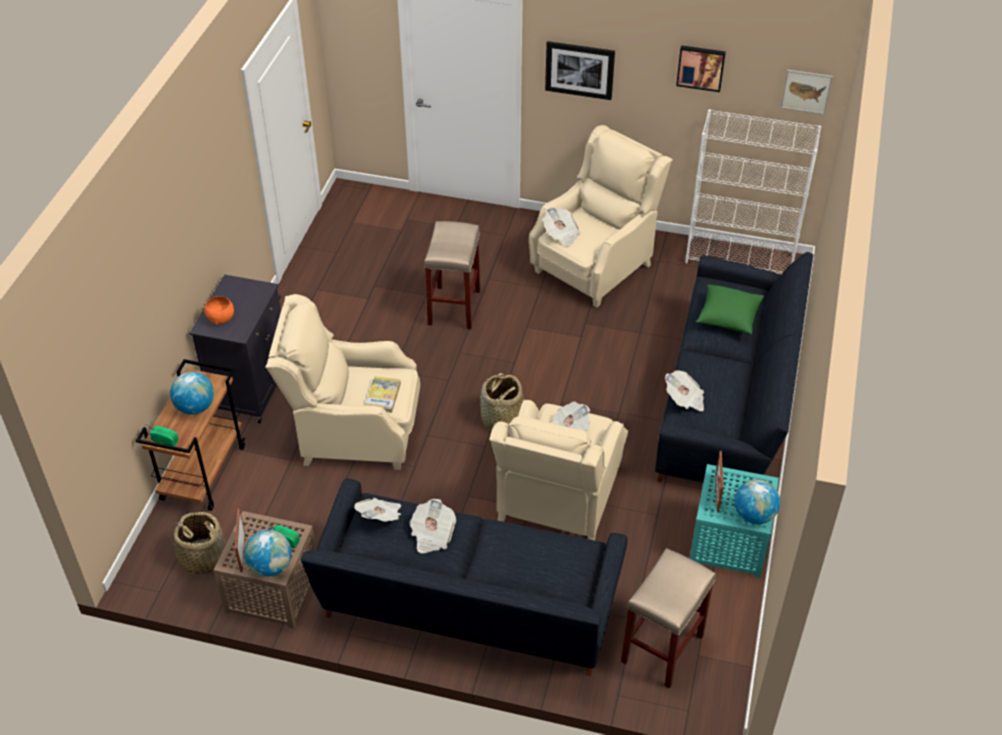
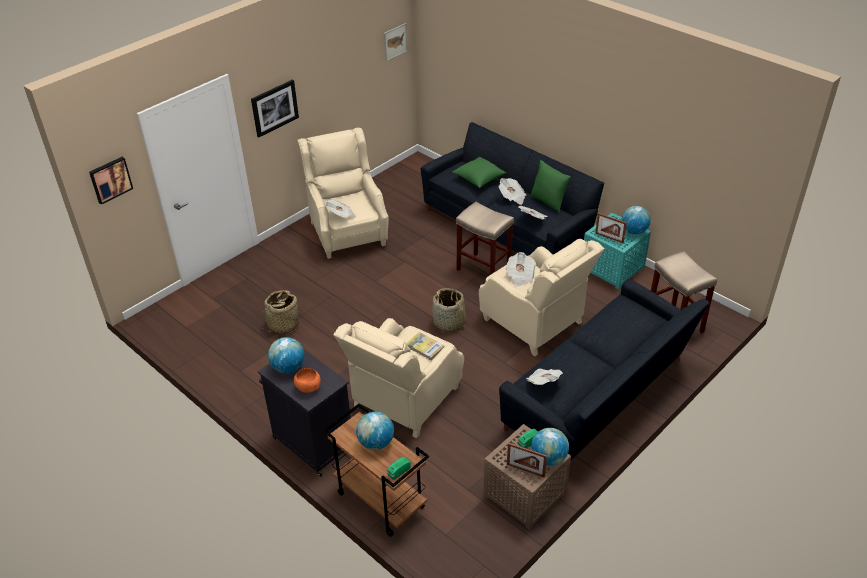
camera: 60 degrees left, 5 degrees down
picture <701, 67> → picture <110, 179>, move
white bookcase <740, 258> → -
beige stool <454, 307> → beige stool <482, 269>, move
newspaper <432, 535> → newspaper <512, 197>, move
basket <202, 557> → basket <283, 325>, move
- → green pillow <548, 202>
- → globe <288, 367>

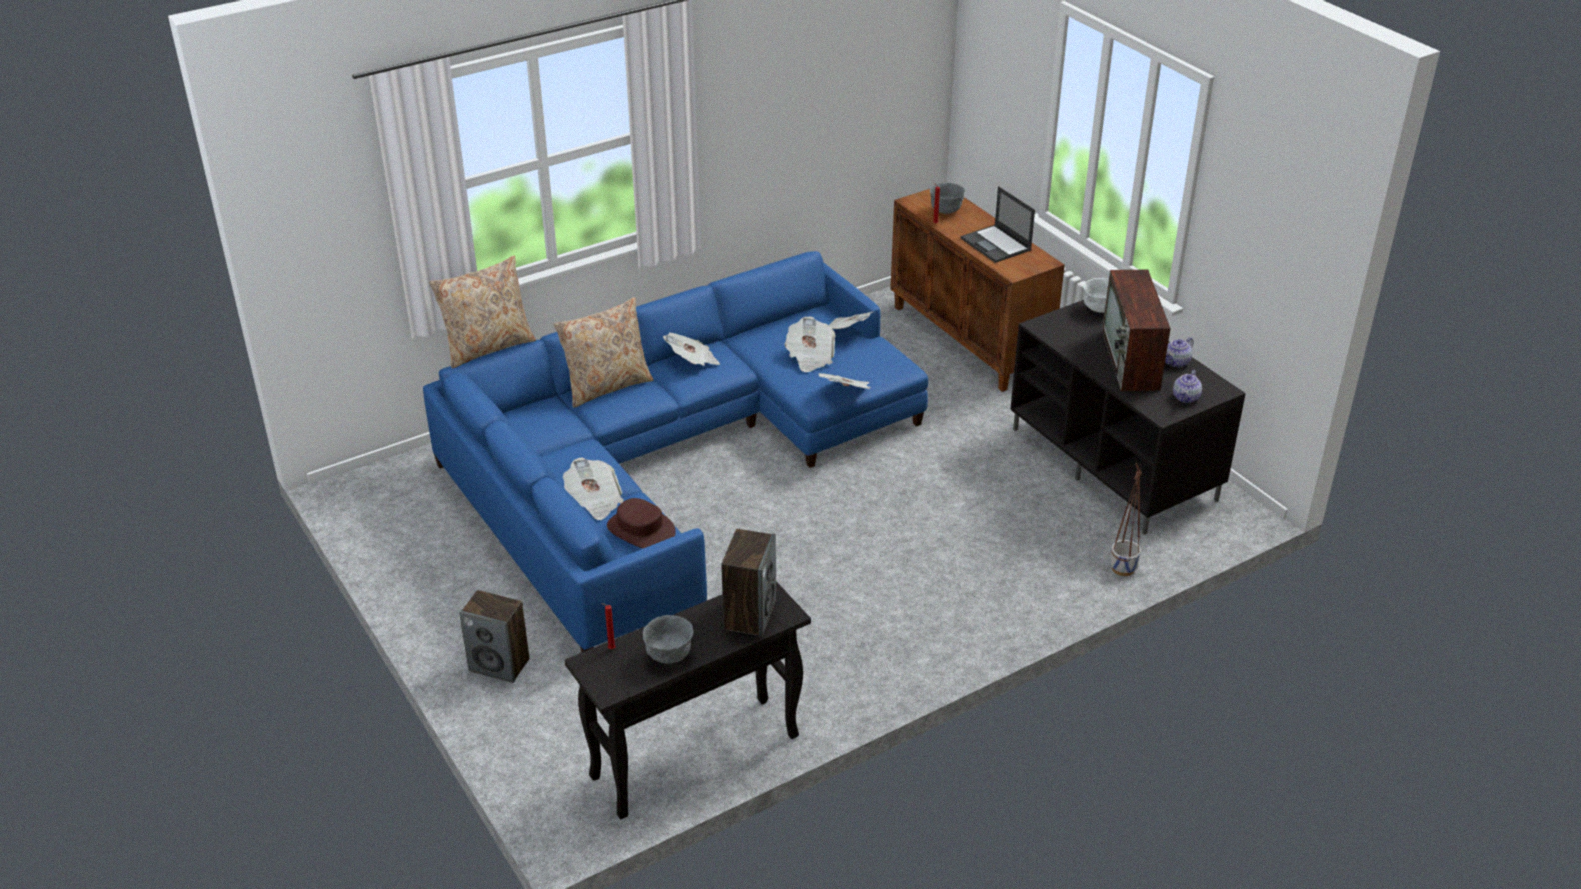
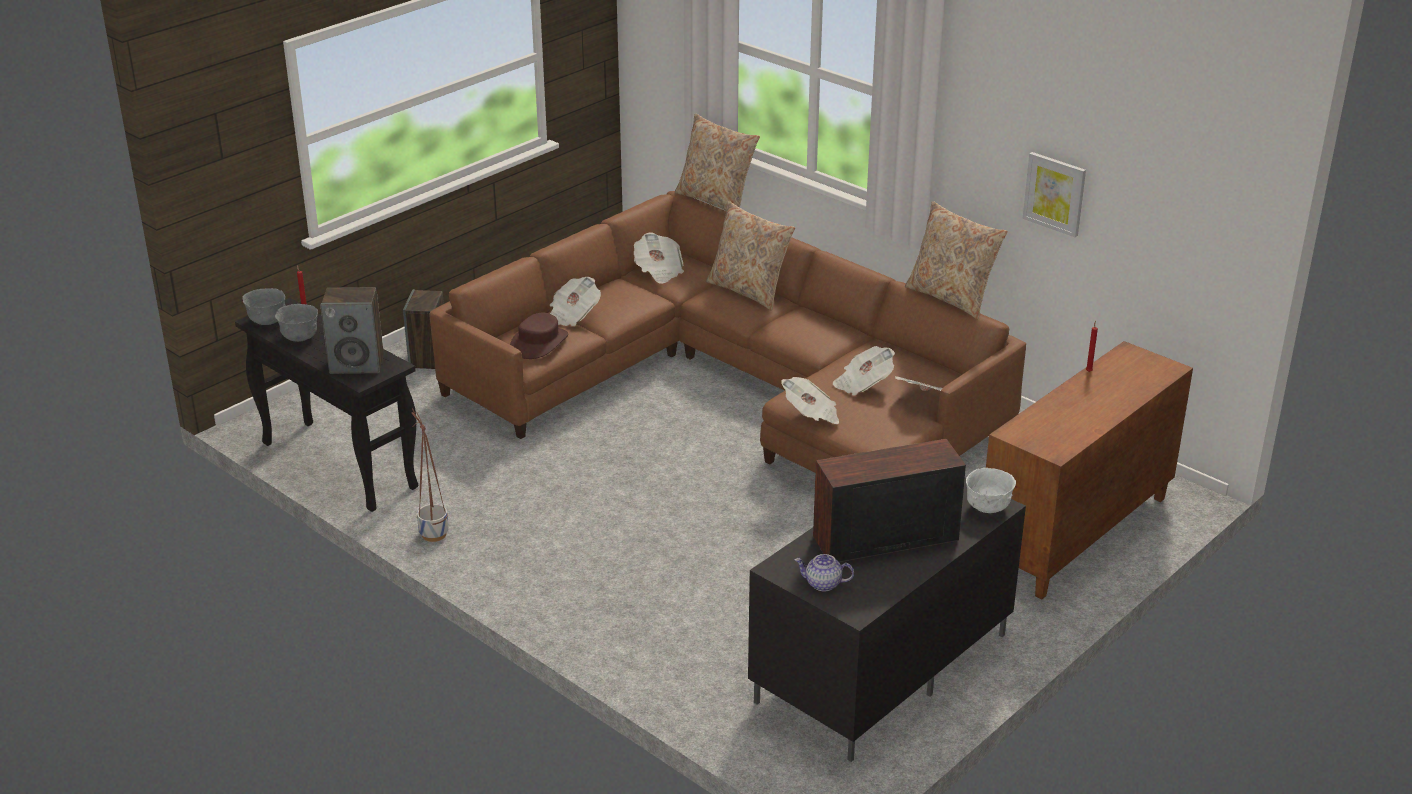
camera: 75 degrees right, 5 degrees down
grey bowl <945, 211> → grey bowl <267, 321>, move
laptop <996, 244> → -
blue sofa <670, 461> → brown sofa <735, 385>
newspaper <692, 361> → newspaper <658, 271>, move
teapot <1176, 362> → -
planter <1123, 568> → planter <433, 534>, move
- → picture <1055, 193>
- → beige pillow <951, 297>

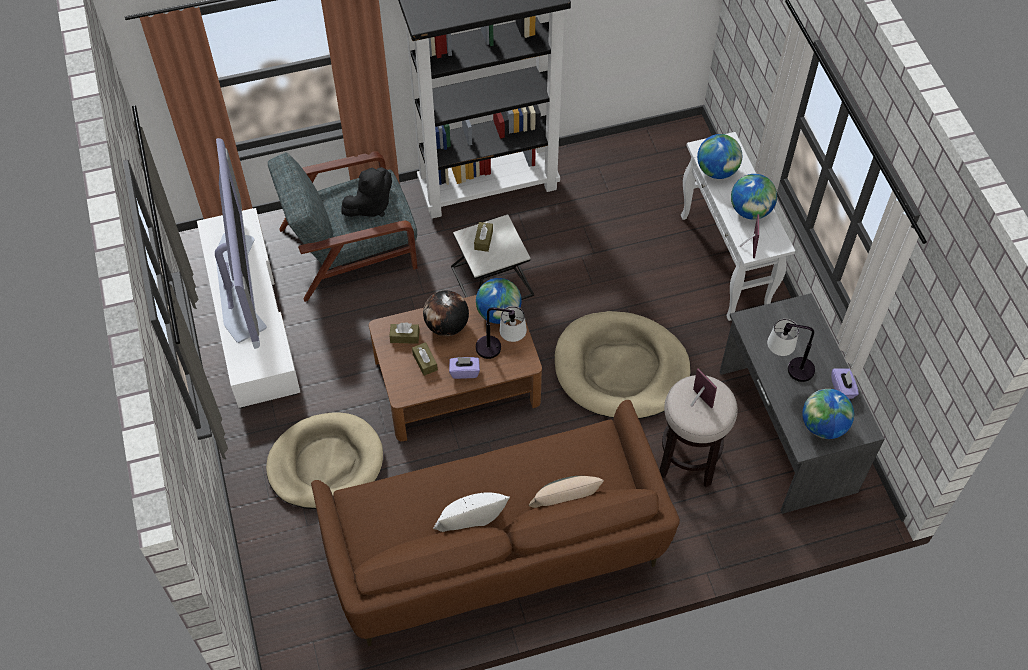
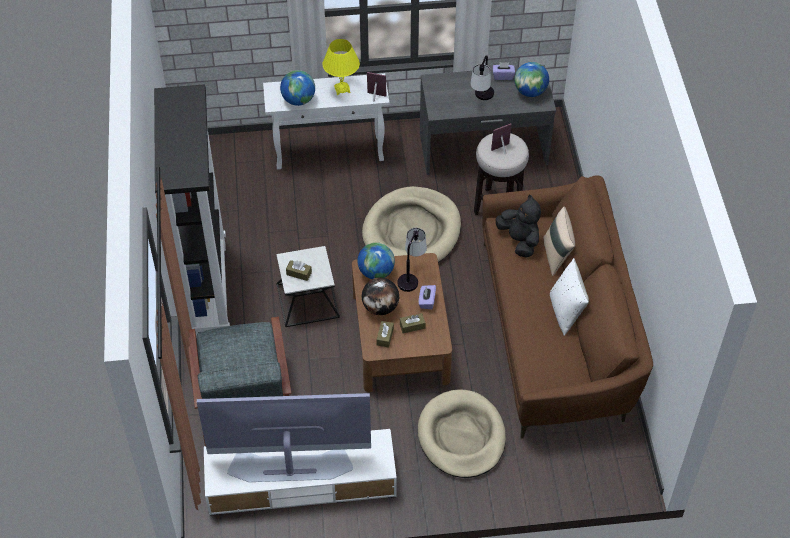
camera: 80 degrees left, 5 degrees down
black plush toy <370, 206> → black plush toy <519, 240>, move
globe <750, 210> → yellow table lamp <342, 89>

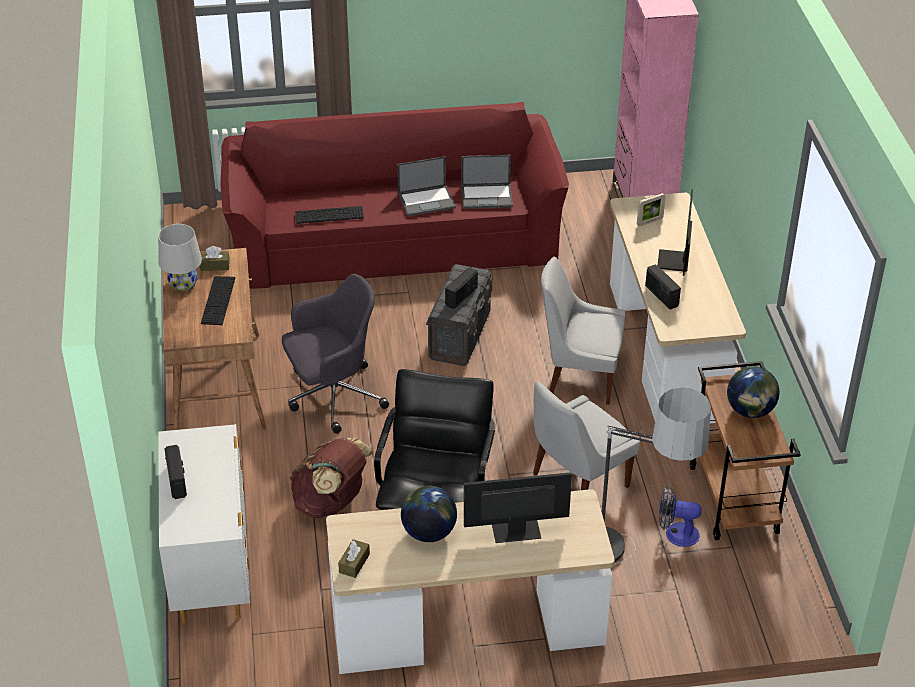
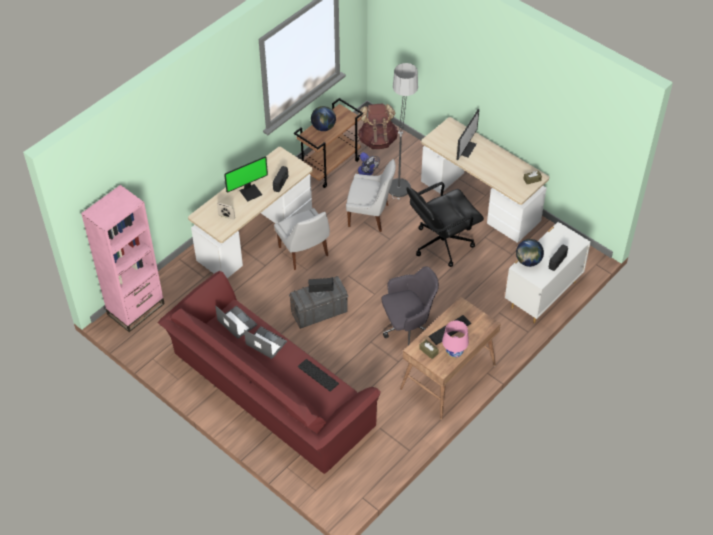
camera: 130 degrees left, 10 degrees up
white table lamp <183, 284> → pink table lamp <454, 352>
grey office chair <333, 396> → grey office chair <408, 329>, 135 degrees clockwise
brown backpack <331, 503> → brown backpack <377, 140>, move
monitor <515, 531> → monitor <466, 148>, 105 degrees counterclockwise
globe <429, 532> → globe <528, 261>, move

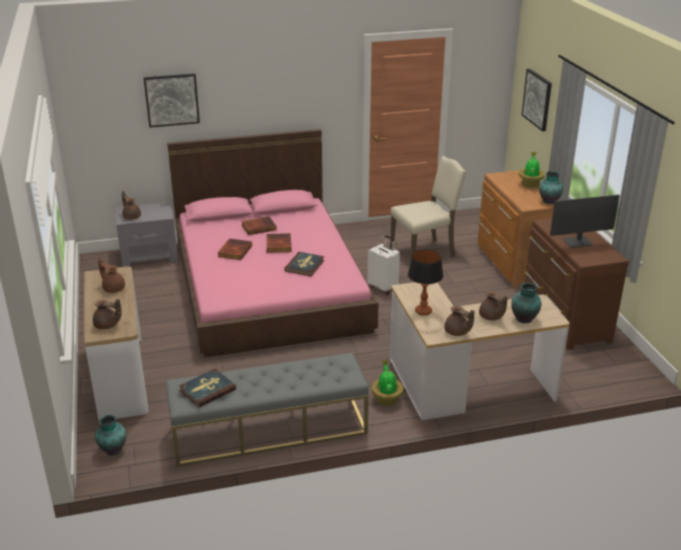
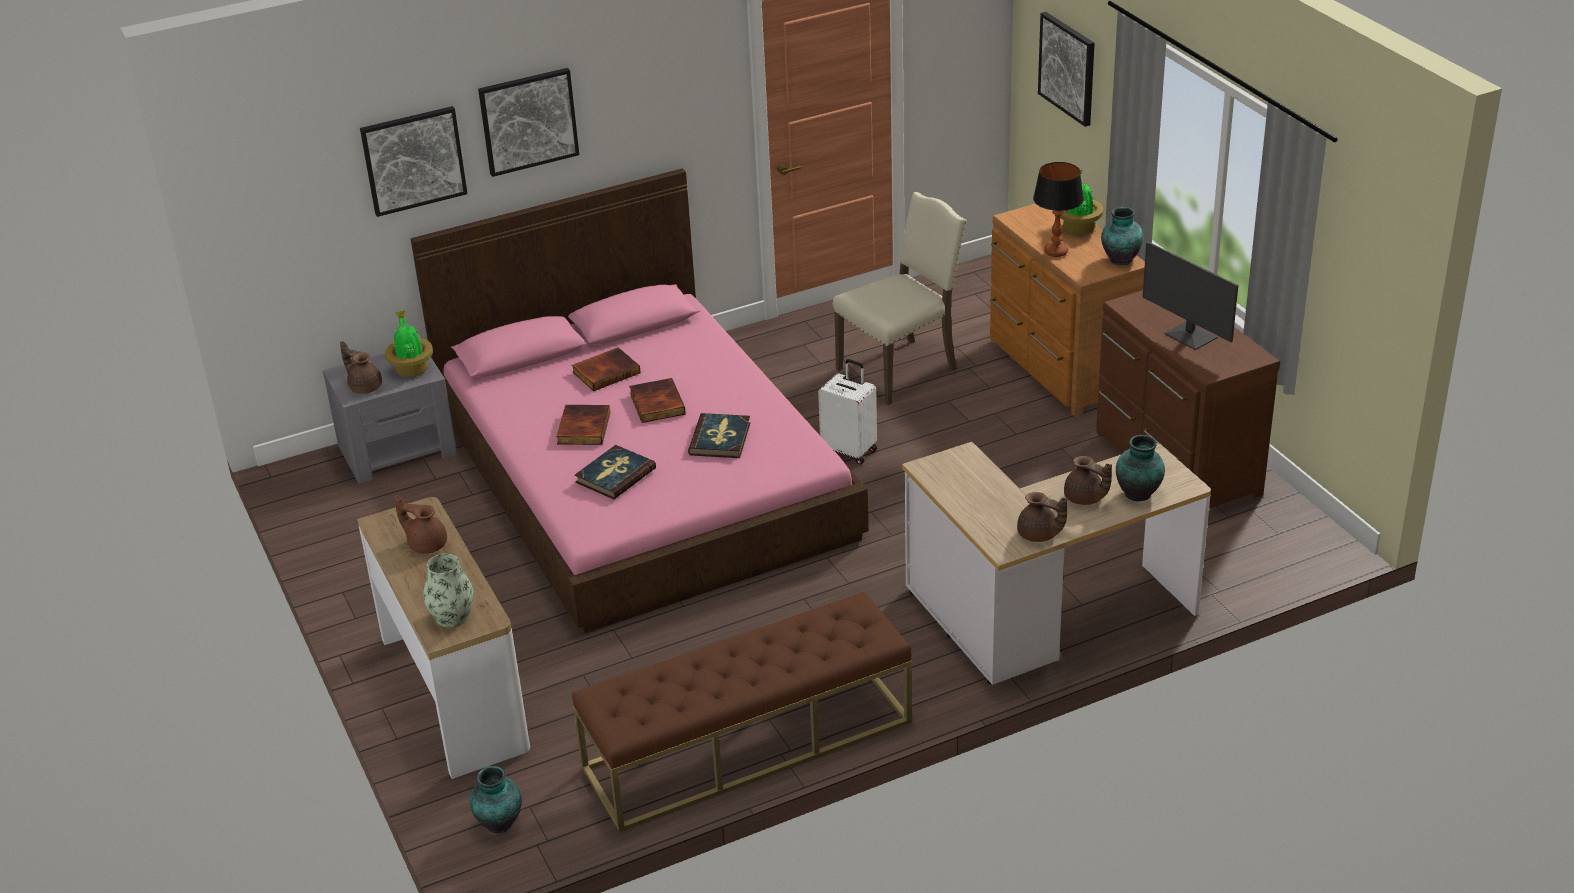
camera: 10 degrees left, 5 degrees up
monitor <578, 242> → monitor <1190, 336>, 75 degrees clockwise
table lamp <423, 311> → table lamp <1056, 252>, move
brown teapot <107, 325> → vase <452, 616>
grey bench <268, 431> → brown bench <747, 745>
potted plant <386, 398> → potted plant <411, 368>, move
book <207, 390> → book <615, 475>, move
- → picture <528, 121>

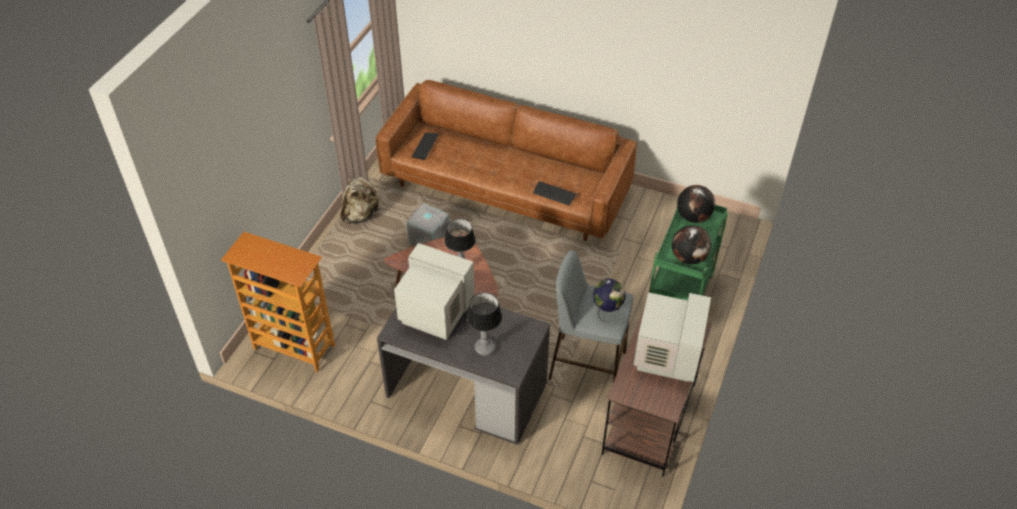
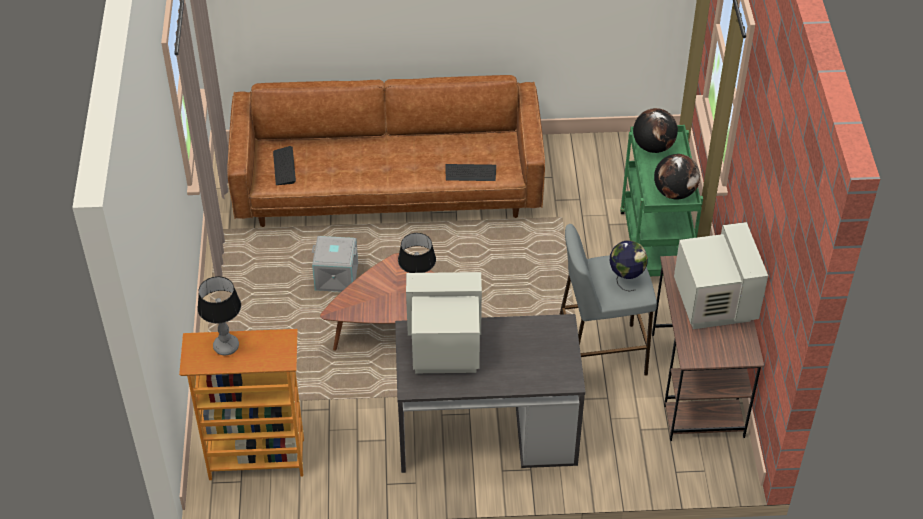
camera: 25 degrees left, 0 degrees up
beige backpack <360, 215> → -
table lamp <485, 348> → table lamp <226, 347>, move

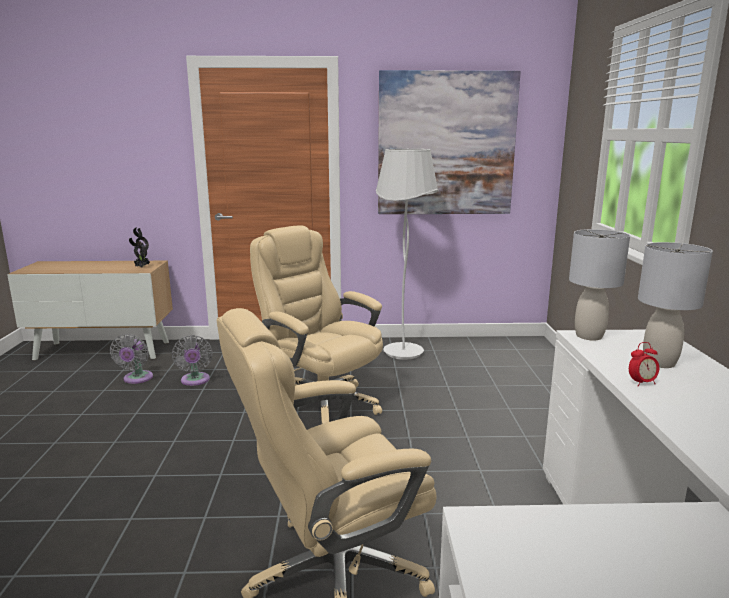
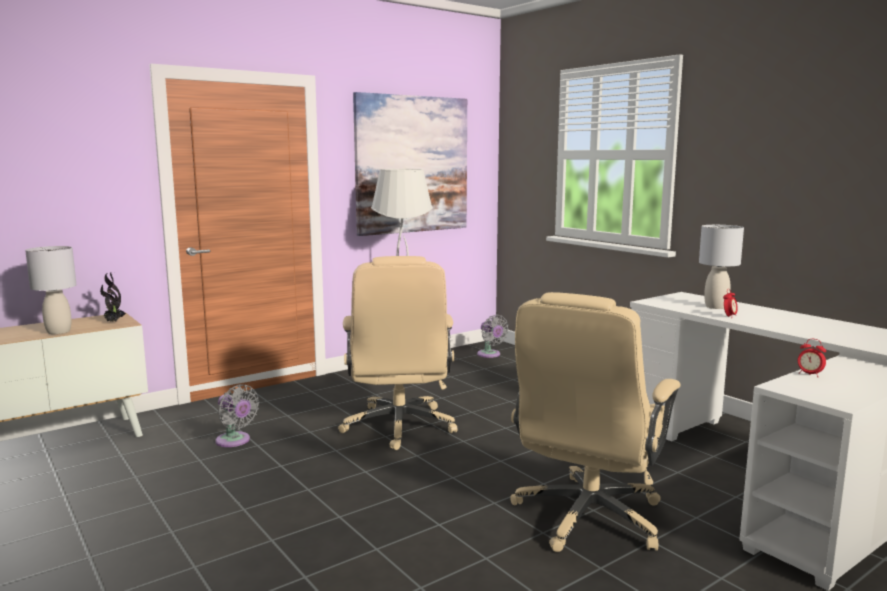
camera: 35 degrees left, 5 degrees down
beige office chair <321, 405> → beige office chair <399, 427>, 105 degrees counterclockwise
grey table lamp <589, 336> → grey table lamp <58, 332>, move
grey fan <136, 379> → grey fan <490, 355>, move
- → alarm clock <809, 374>

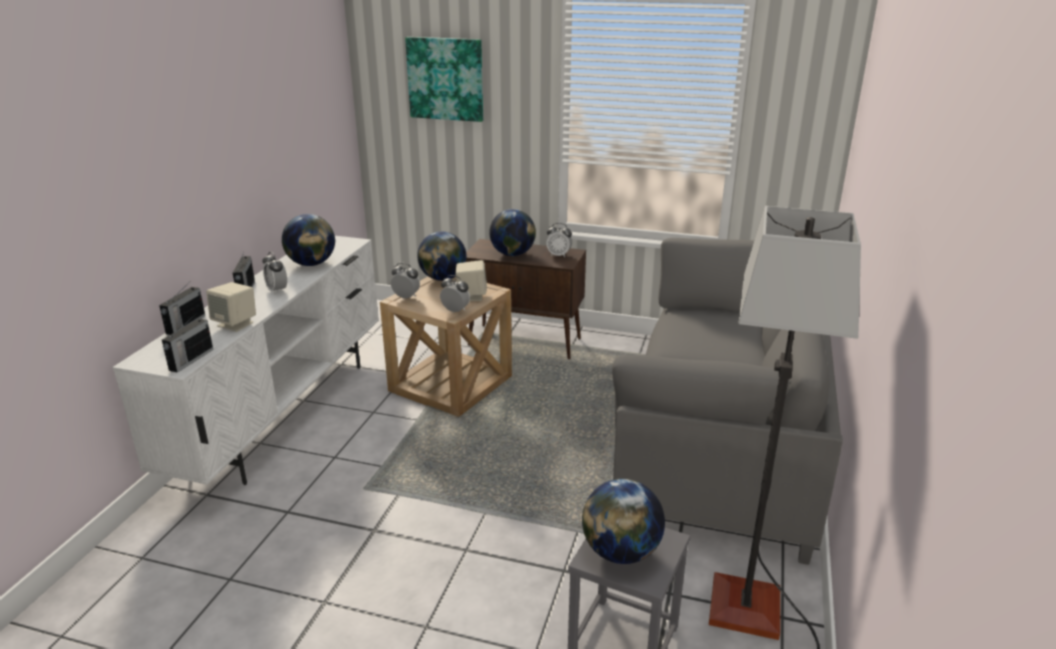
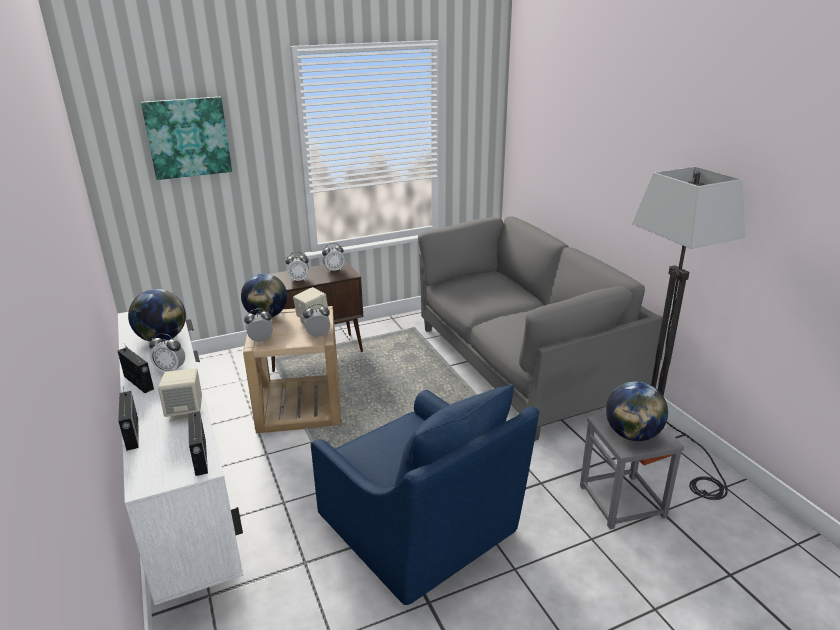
camera: 40 degrees left, 0 degrees up
globe <512, 254> → alarm clock <299, 280>
- → blue armchair <421, 530>

